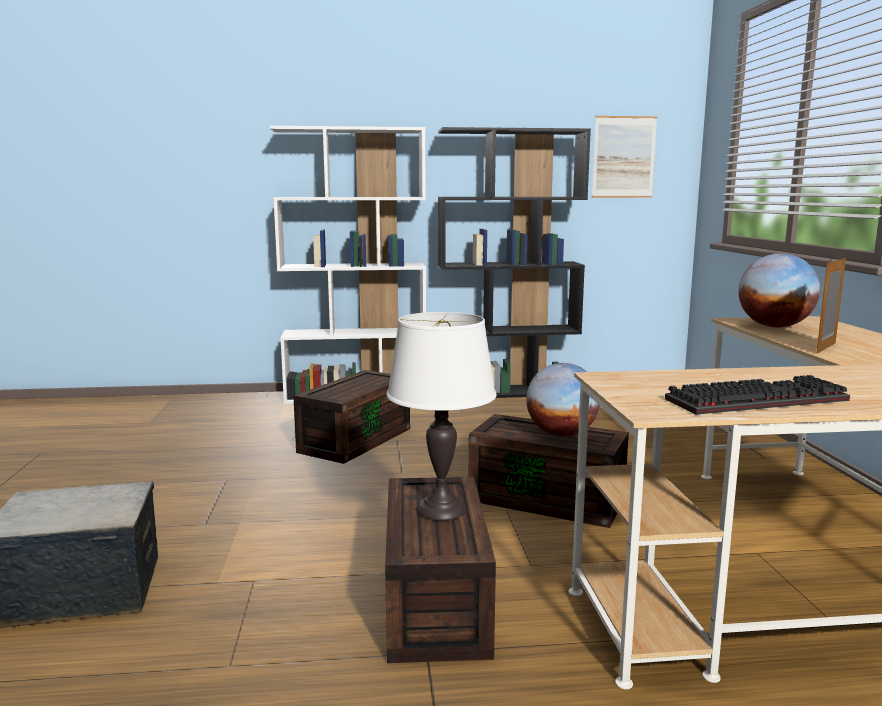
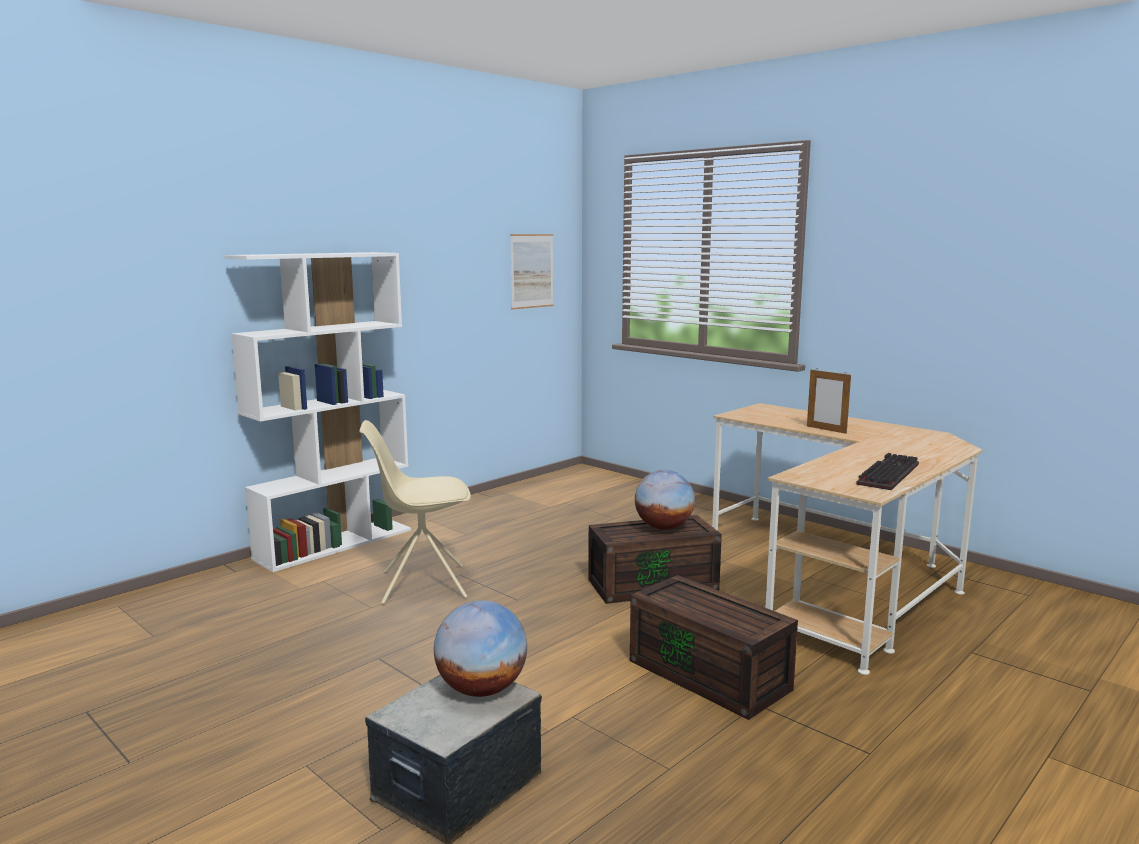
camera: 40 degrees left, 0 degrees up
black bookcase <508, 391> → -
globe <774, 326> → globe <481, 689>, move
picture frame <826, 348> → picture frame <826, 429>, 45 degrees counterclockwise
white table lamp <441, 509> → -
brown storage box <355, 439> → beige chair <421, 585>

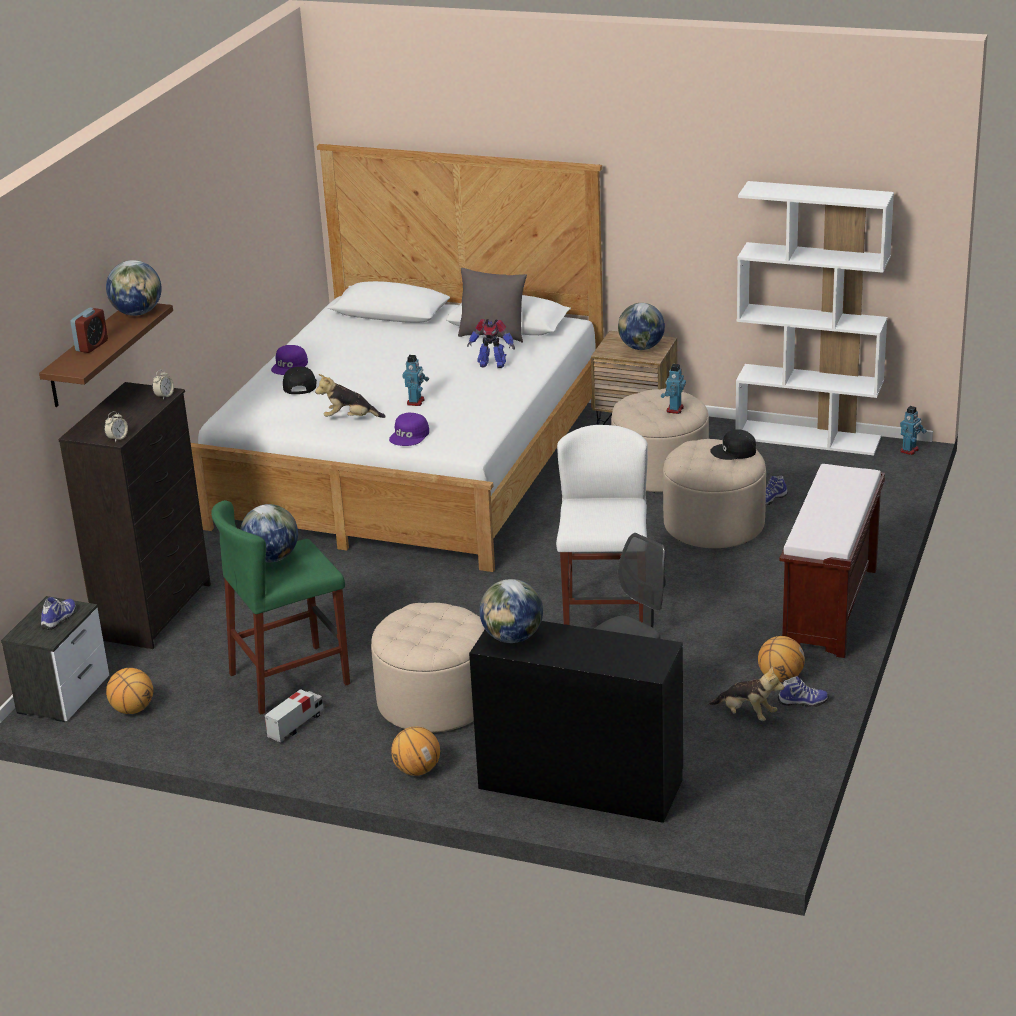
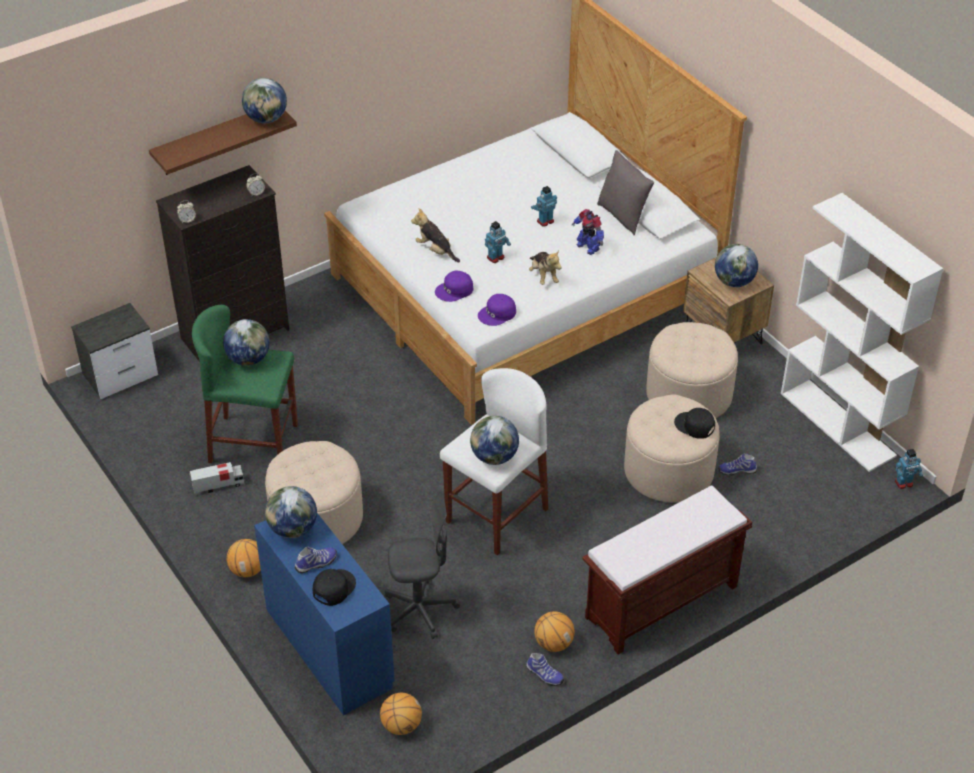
camera: 35 degrees right, 15 degrees up
alarm clock <92, 346> → -
purple cap <290, 366> → purple cap <497, 314>, move
toy robot <674, 409> → toy robot <545, 221>, move
black cap <299, 385> → black cap <333, 587>, move
shoe <60, 619> → shoe <316, 564>, move
black desk <580, 784> → blue desk <328, 648>
plush toy <747, 714> → plush toy <543, 276>, move
basketball <132, 709> → basketball <401, 725>, move
- → globe <494, 457>

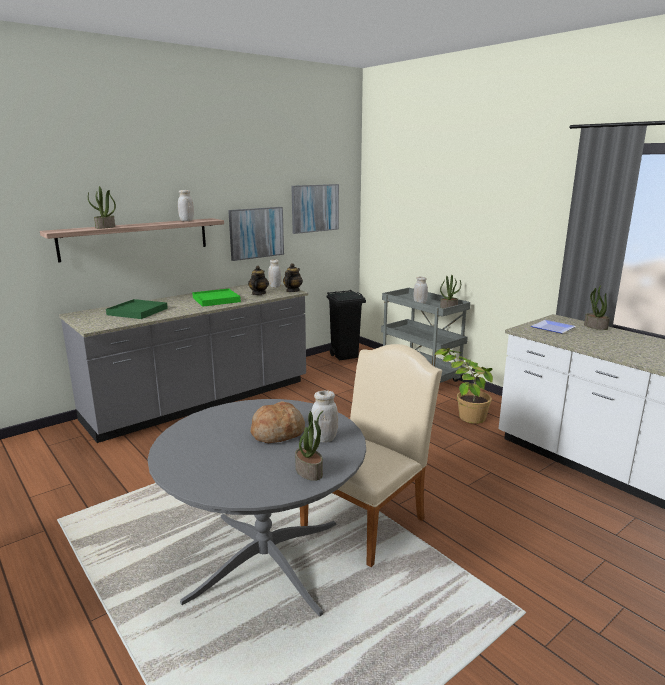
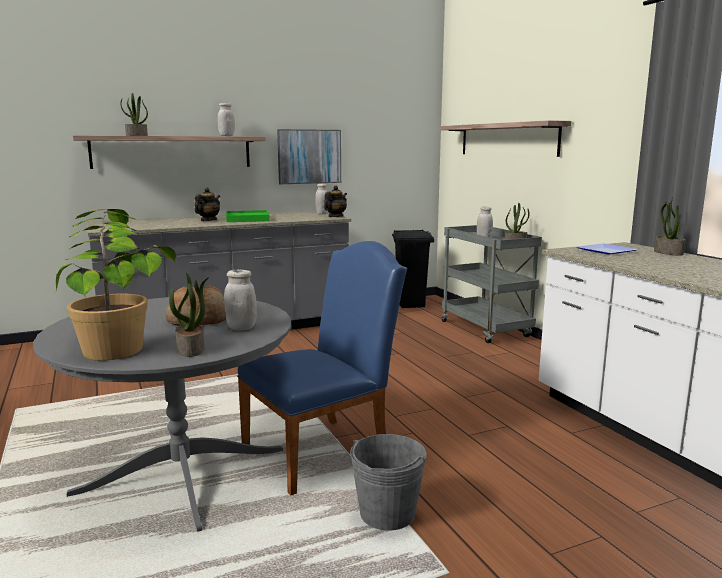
camera: 15 degrees right, 5 degrees down
picture <314, 208> → -
teapot <258, 294> → teapot <208, 220>, move
green tray <137, 311> → -
beige chair <369, 519> → blue chair <324, 451>
potted plant <463, 412> → potted plant <118, 341>, move
- → shelf <507, 139>
- → grey bucket <387, 514>

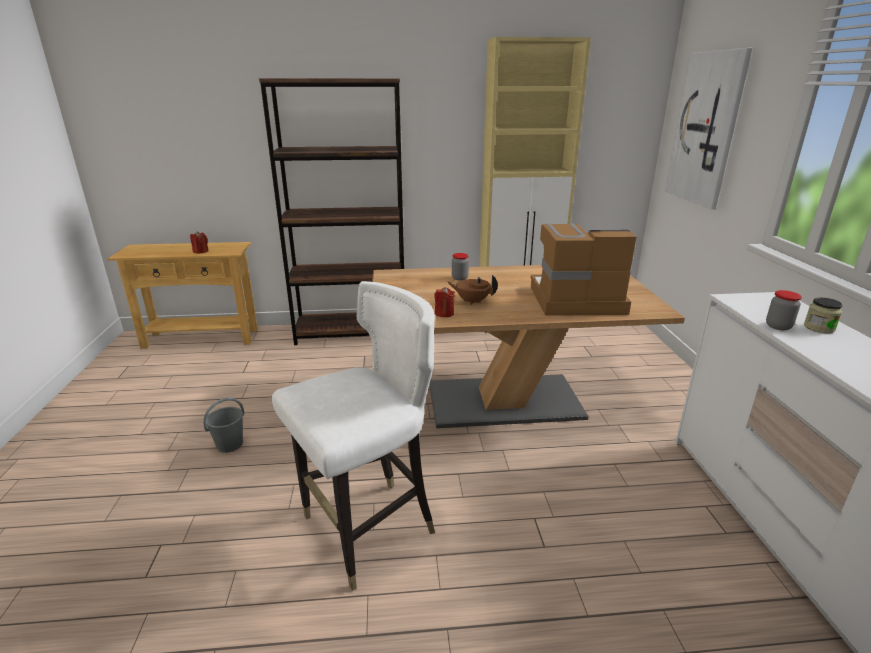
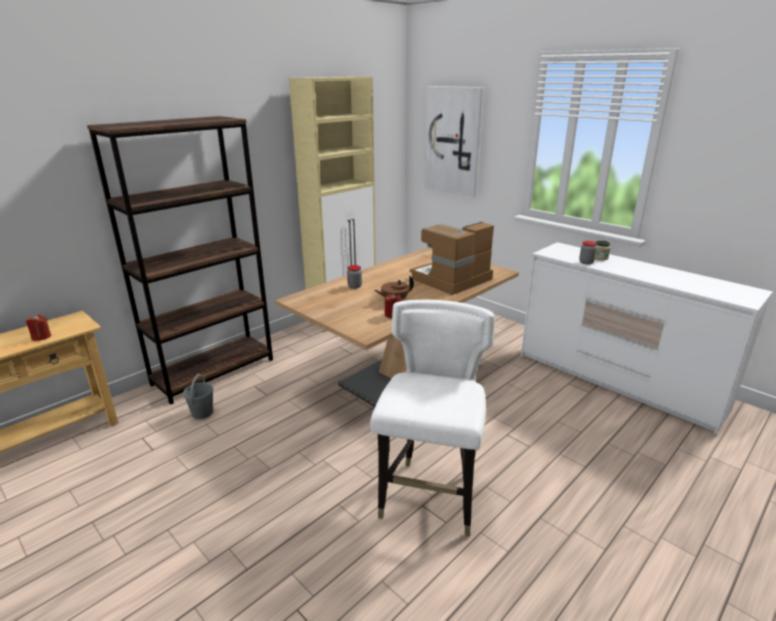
camera: 40 degrees left, 0 degrees up
grey bucket <230, 444> → grey bucket <202, 413>, move

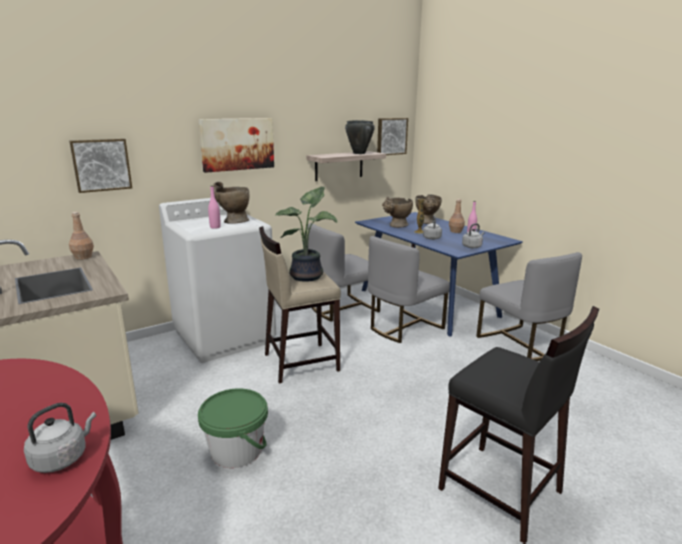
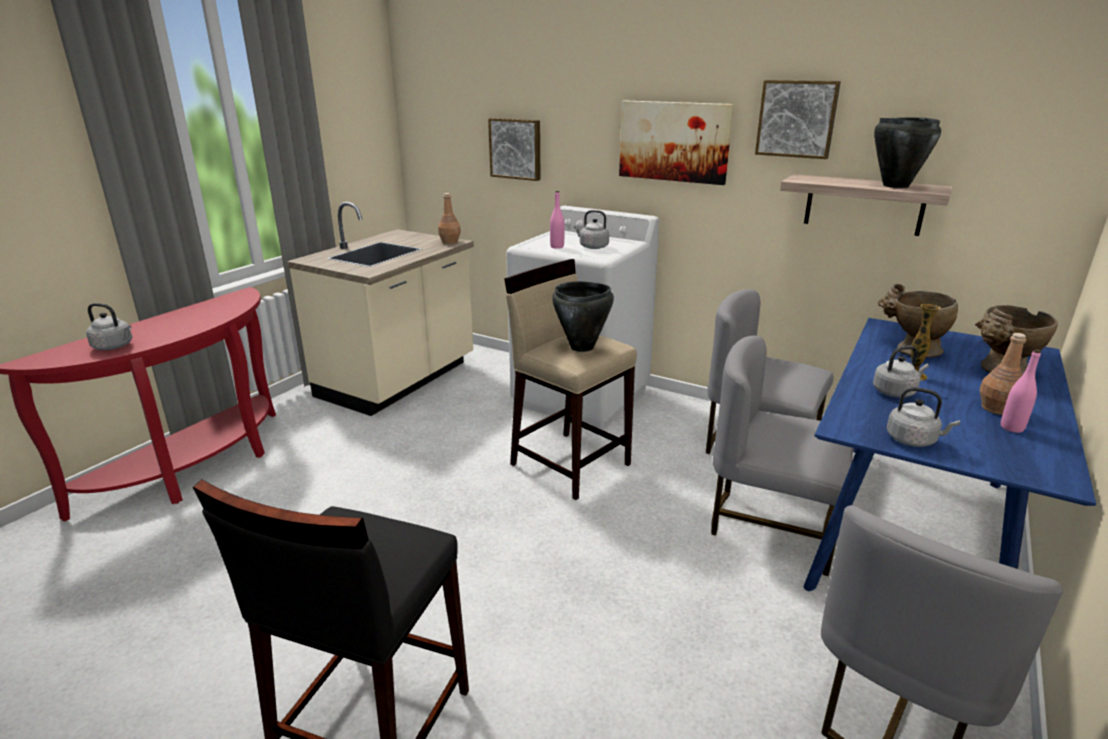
camera: 65 degrees right, 5 degrees up
picture <391, 136> → picture <797, 119>, move
beige vase <232, 221> → grey kettle <592, 247>
potted plant <308, 276> → black cooking pot <582, 347>
green bucket <236, 450> → -

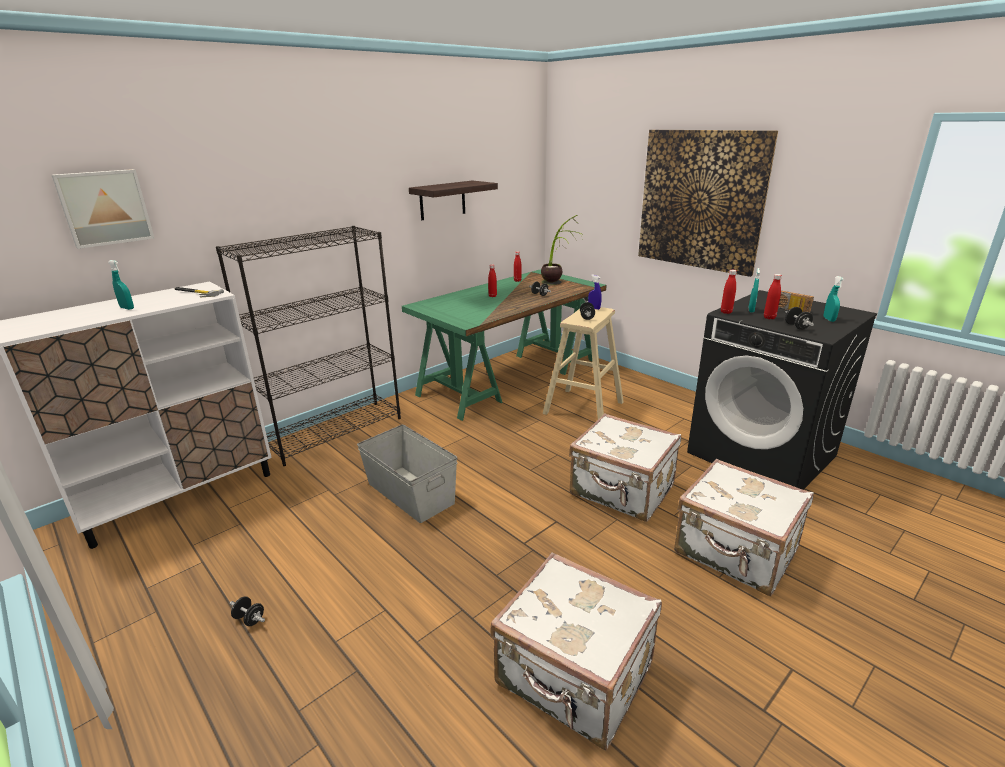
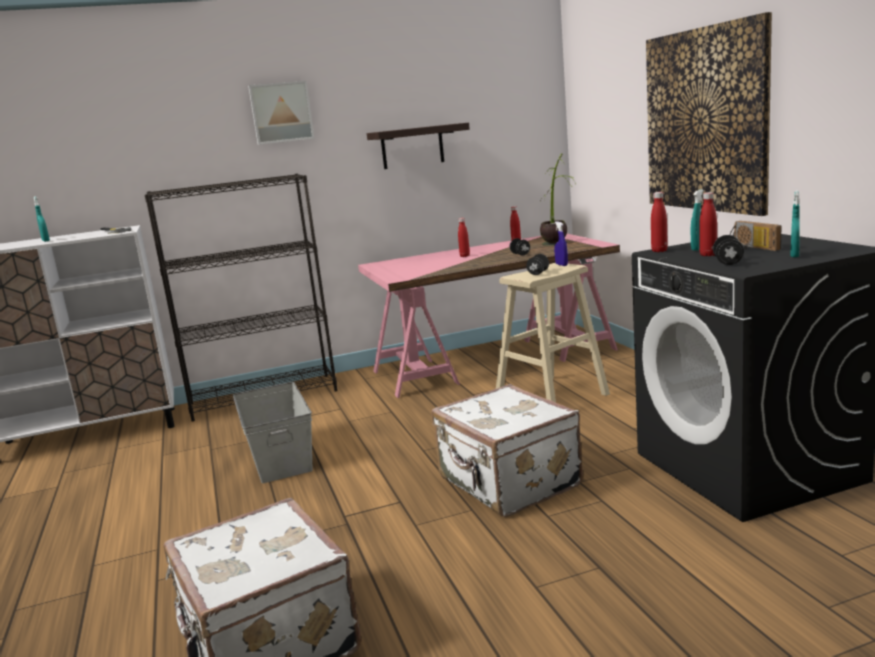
camera: 25 degrees right, 10 degrees down
picture <105, 208> → picture <281, 112>, move
green desk <509, 377> → pink desk <494, 360>
white suitcase <735, 553> → -
black dumbbell <249, 619> → -

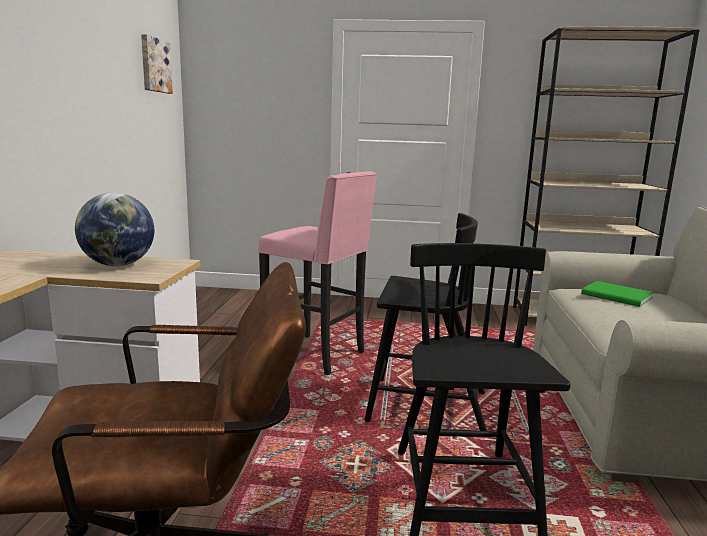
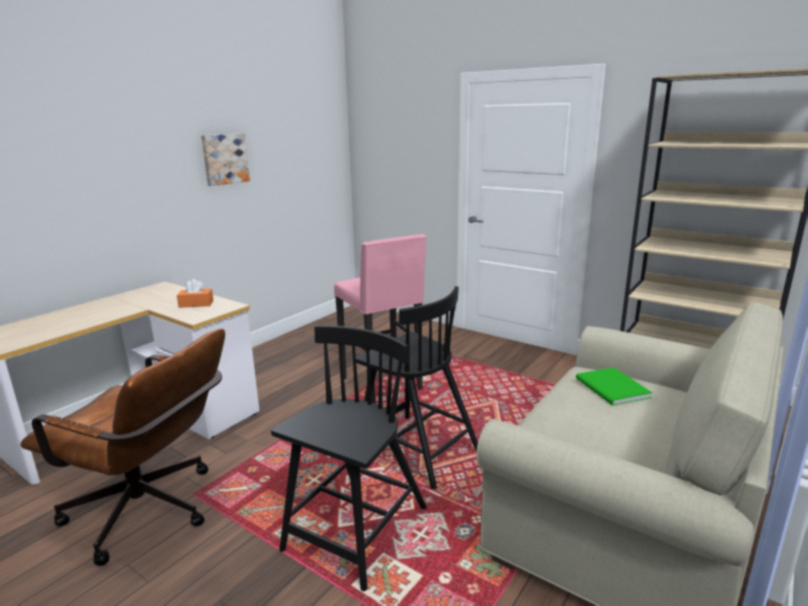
camera: 30 degrees right, 5 degrees up
picture <154, 65> → picture <224, 159>, move
globe <118, 265> → orange tissue box <196, 304>

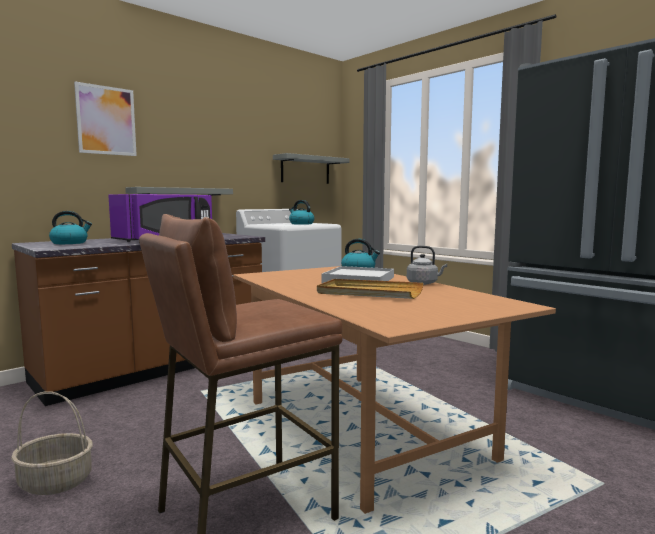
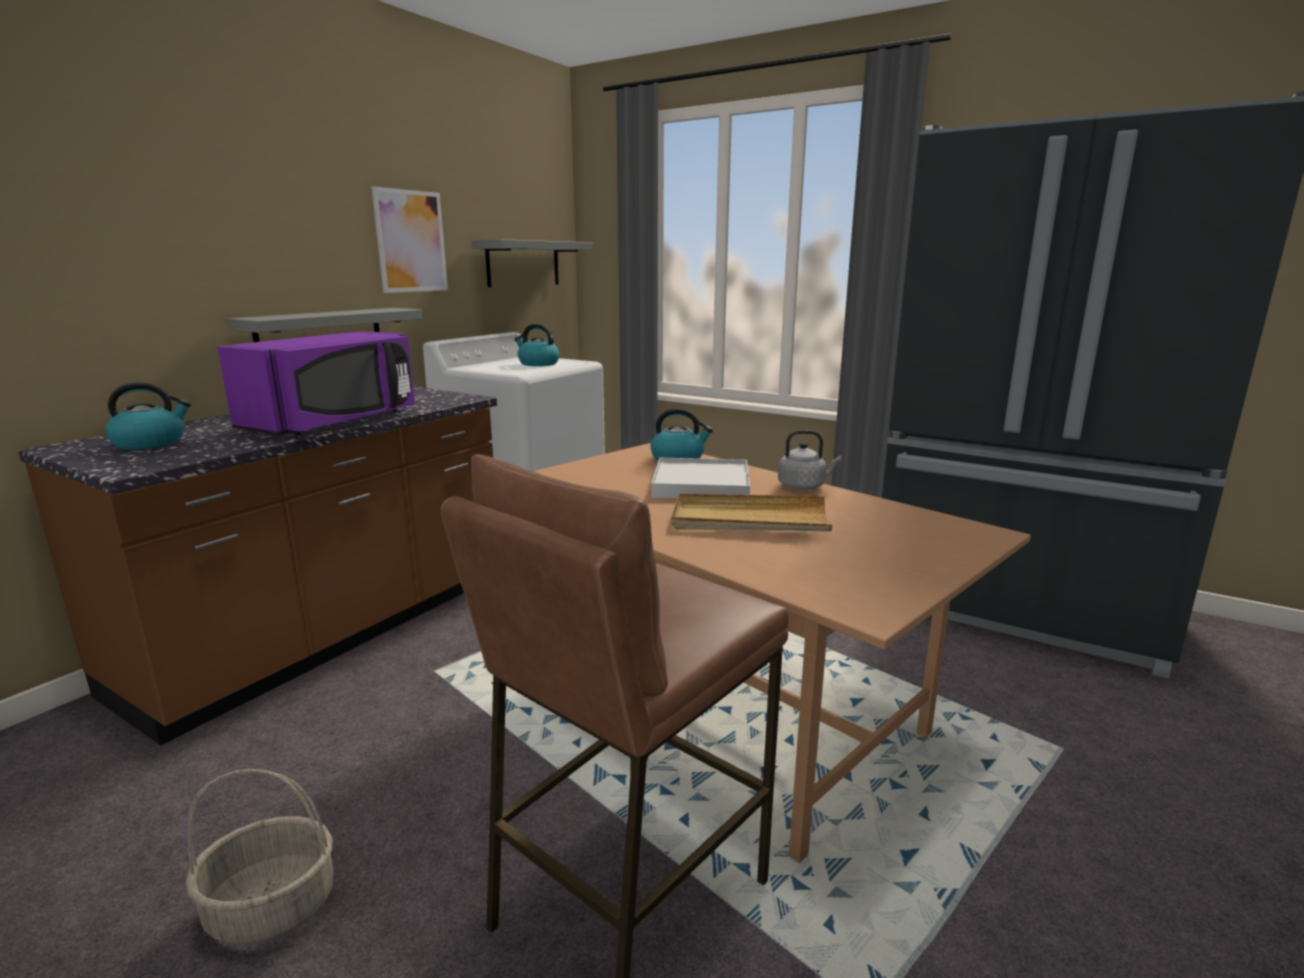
camera: 15 degrees left, 10 degrees up
picture <106, 120> → picture <411, 241>, move

